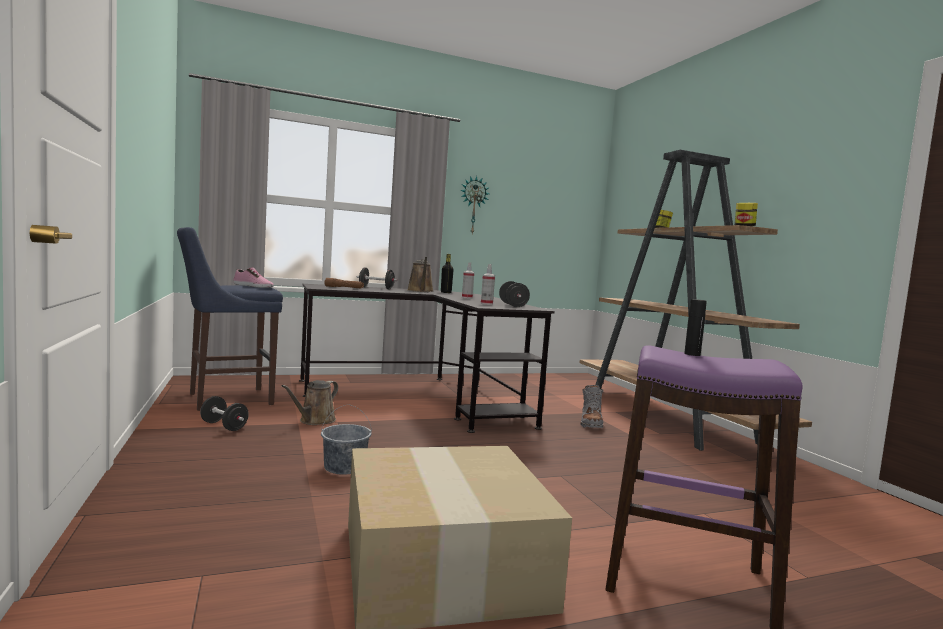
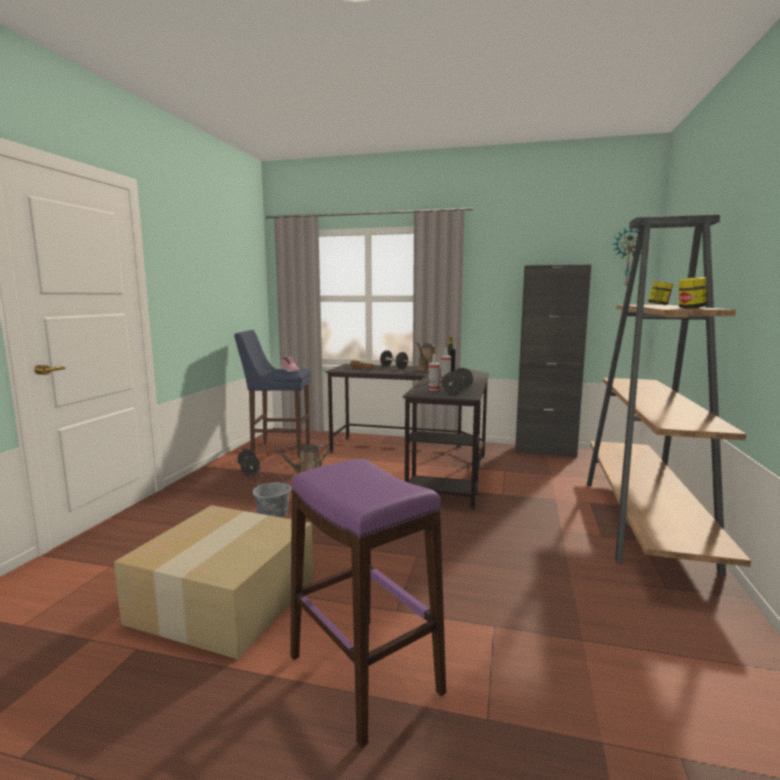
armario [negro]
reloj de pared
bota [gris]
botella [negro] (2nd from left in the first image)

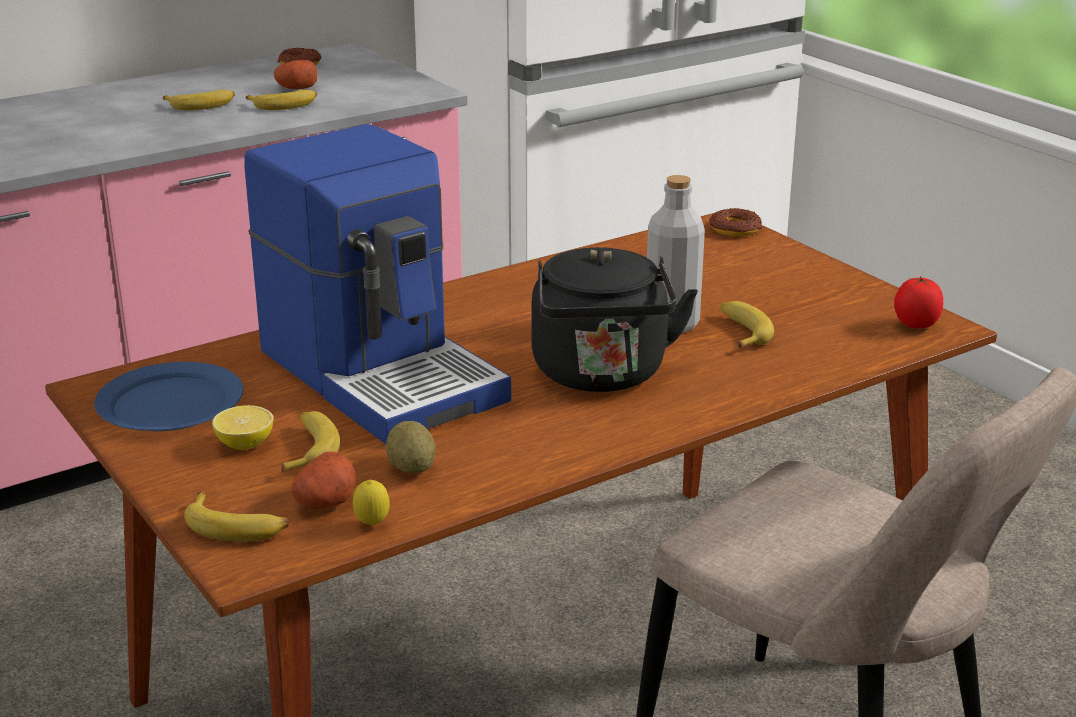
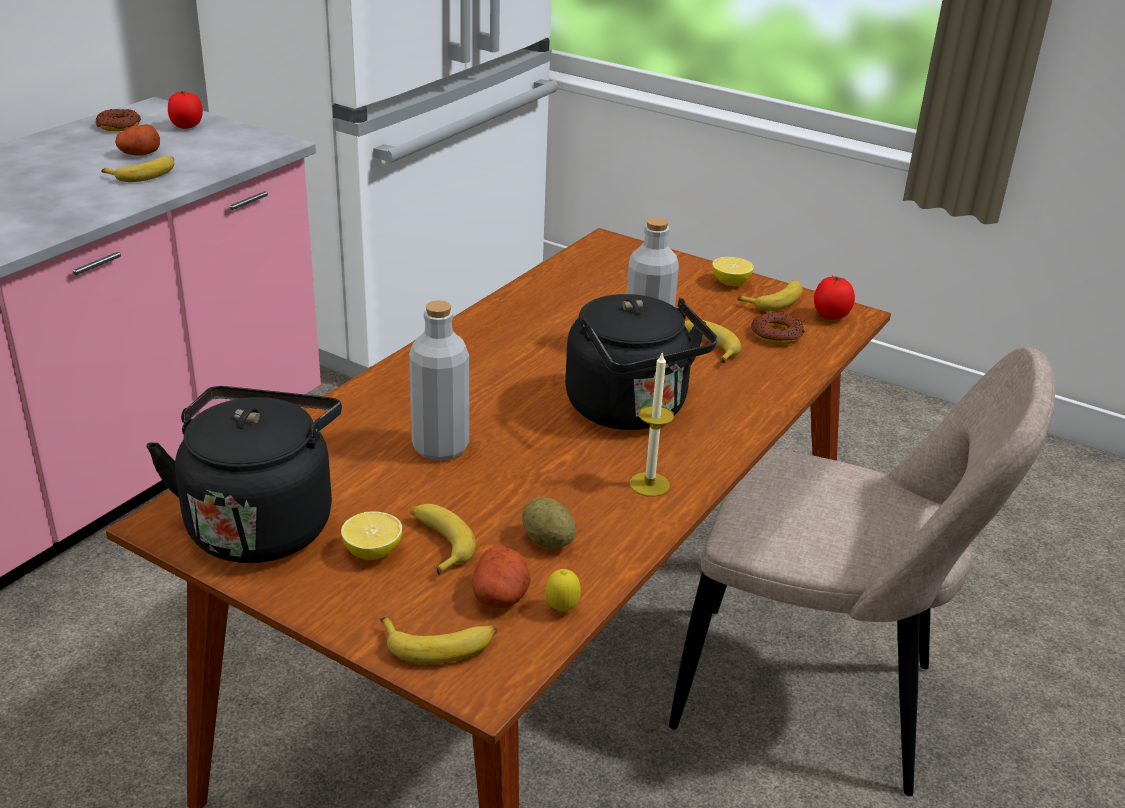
hervidor [negro] (1st from left)
tomate (1st from left)
botella [gris] (1st from left)
vela
limón (3rd from left)
plátano (5th from left)
rosquilla (2nd from left)

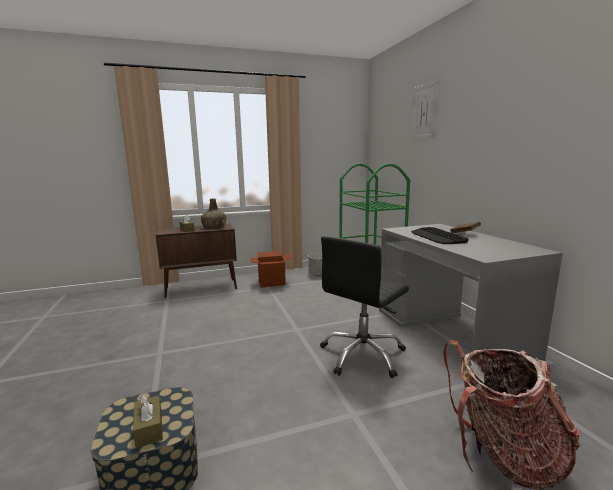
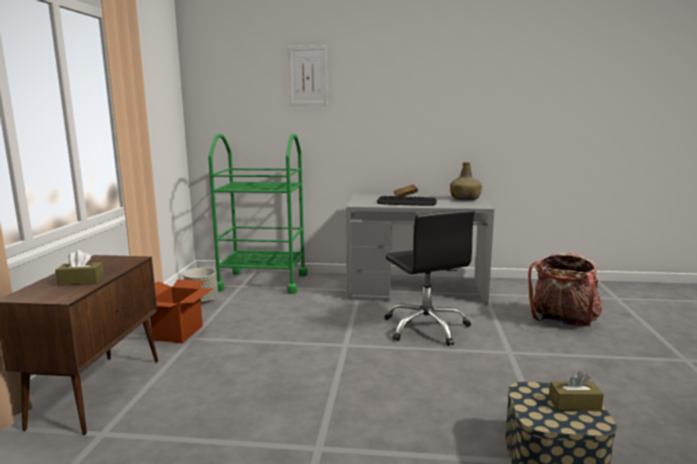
botella [verde]

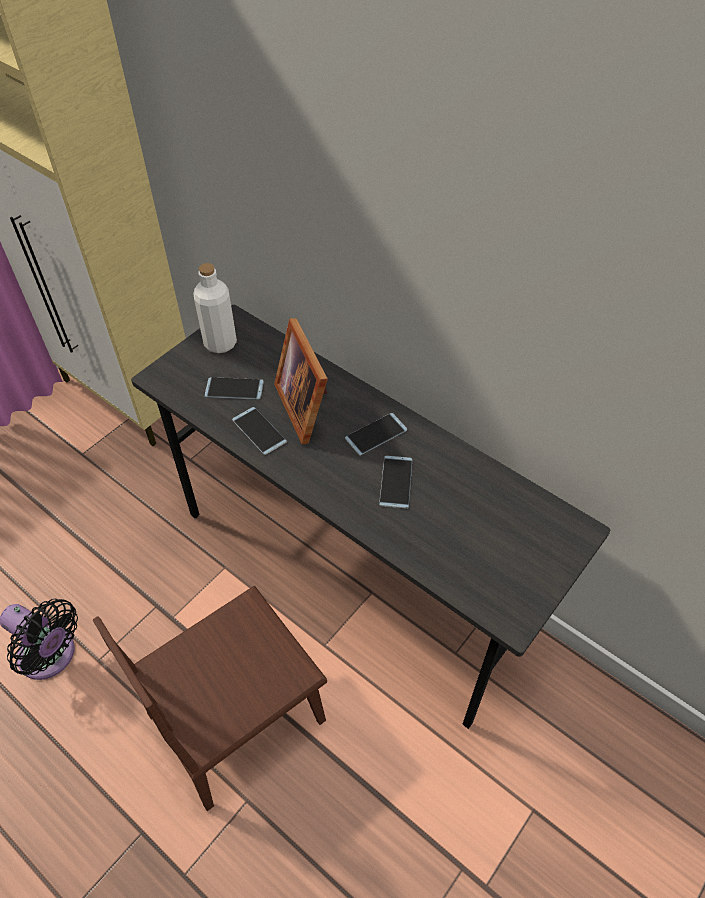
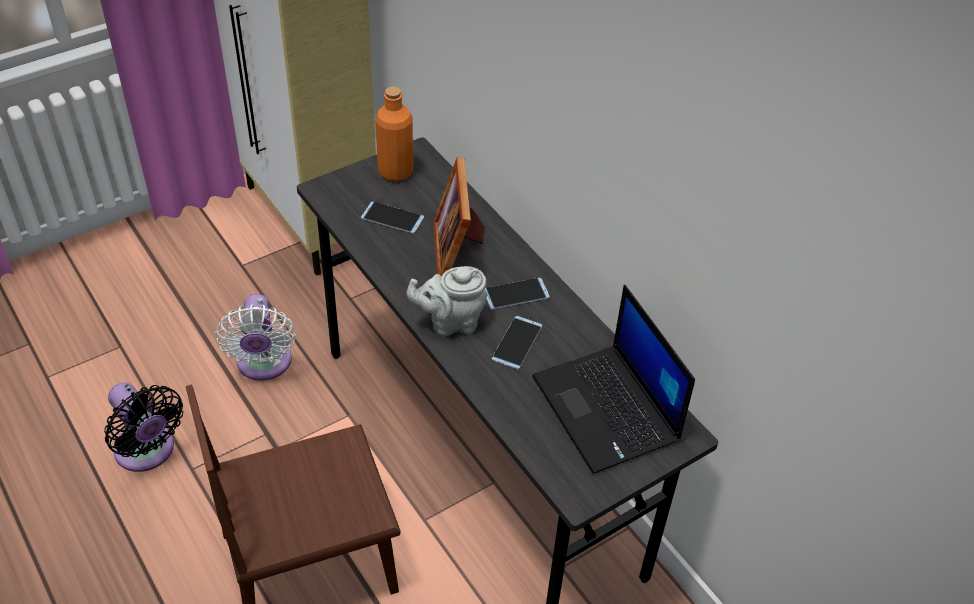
ventilador [blanco]
botella [naranja]
tetera [gris]
portátil
móvil (2nd from left in the first image)

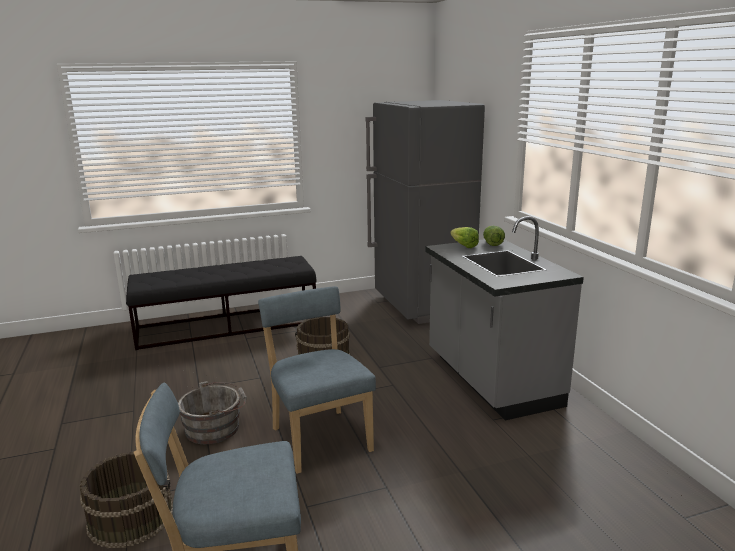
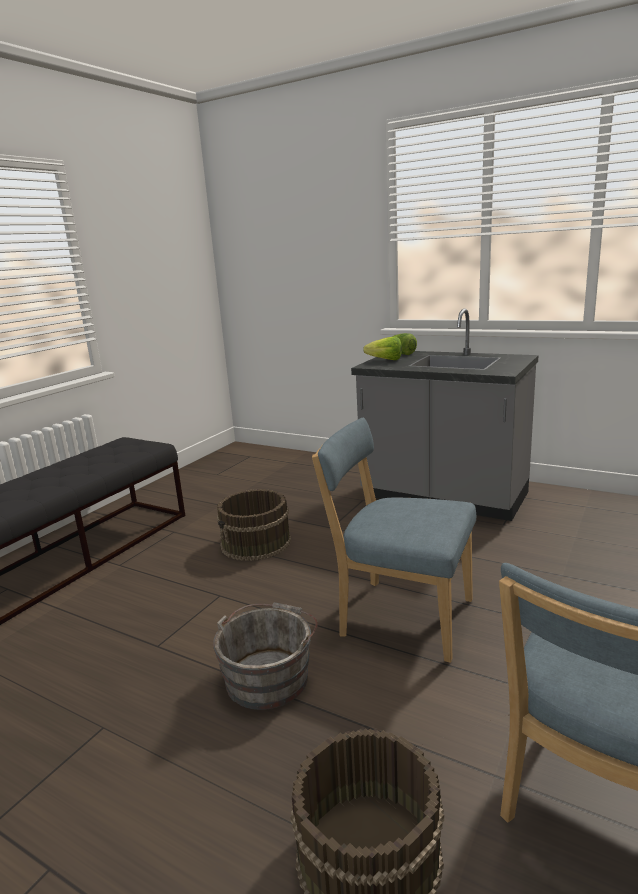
nevera [gris]

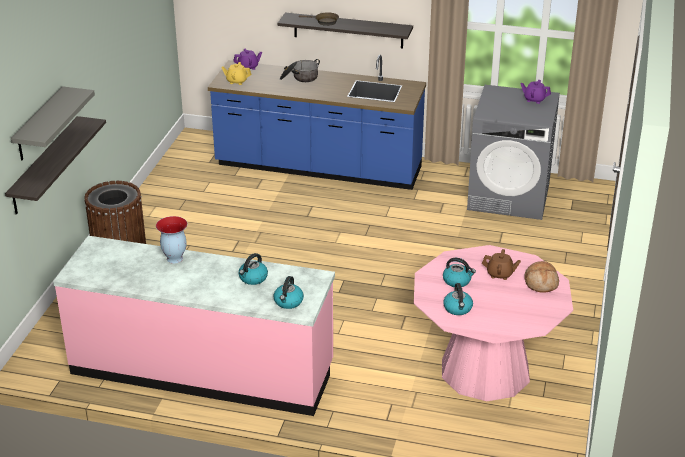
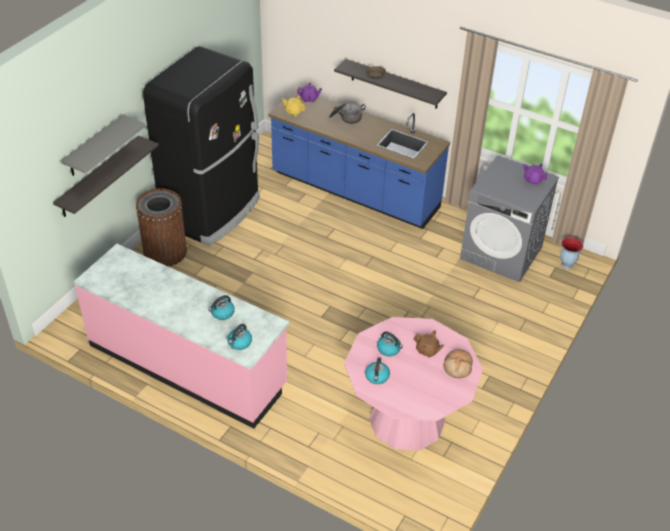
nevera [negro]
florero

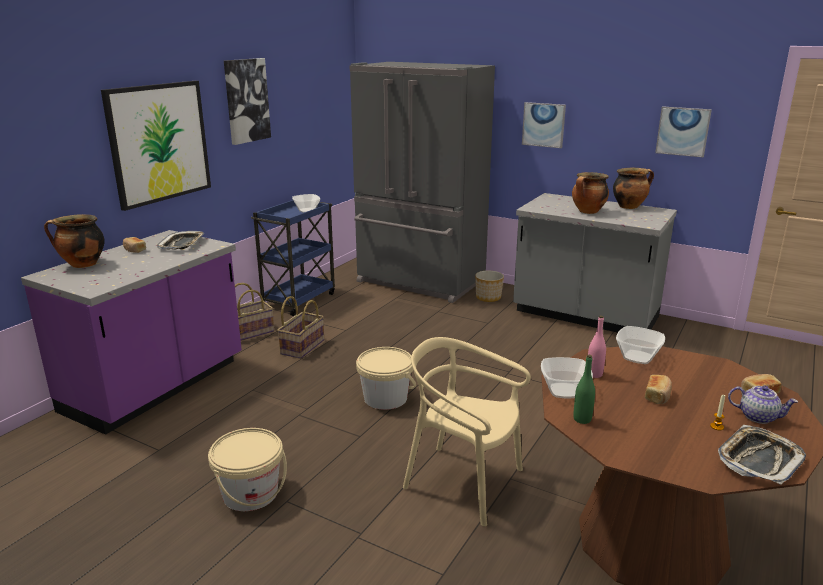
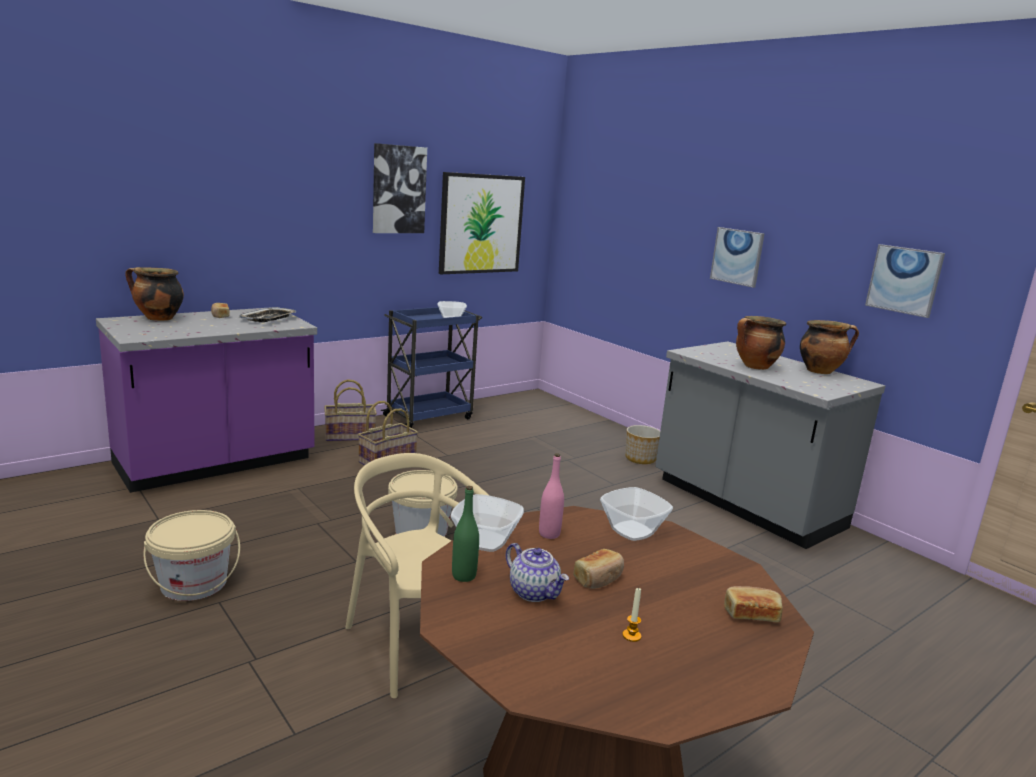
cuadro (2nd from left)
tetera
nevera [gris]
bandeja (2nd from left in the first image)

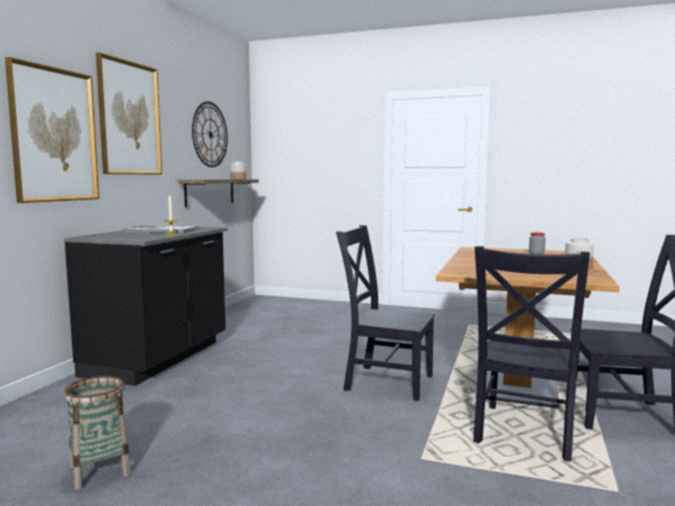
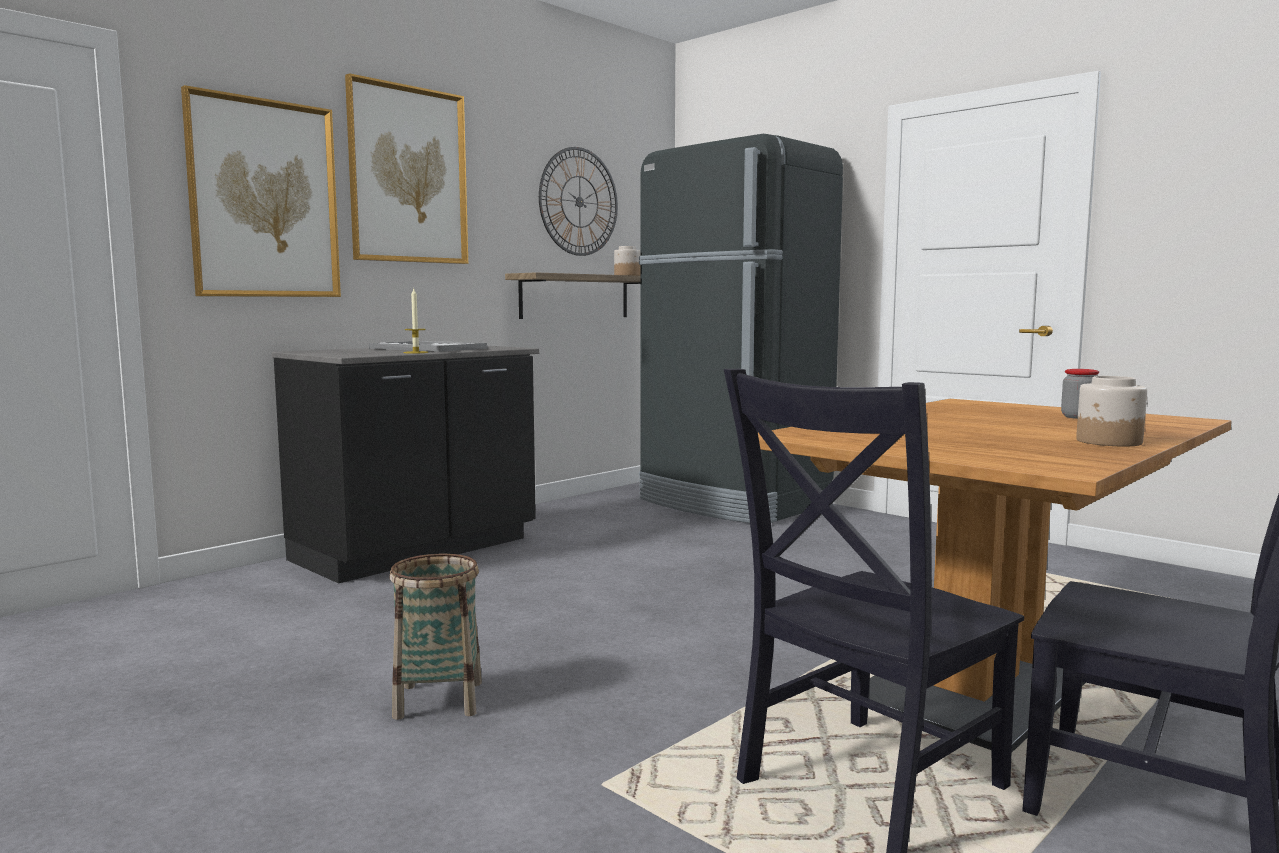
cesta
nevera [negro]
silla [negro] (1st from left in the first image)

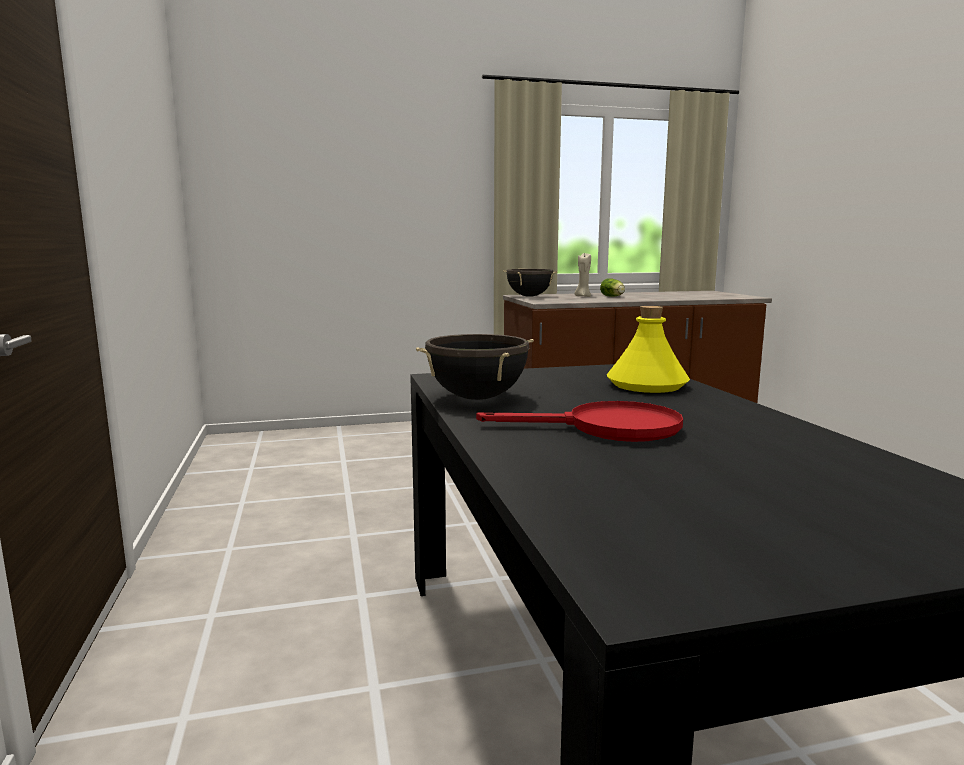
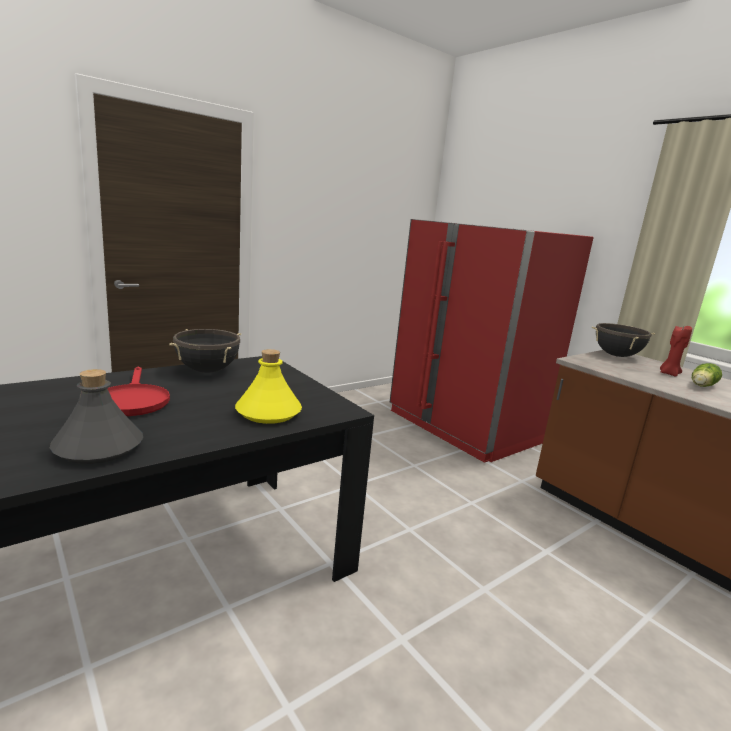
botella [gris]
nevera [rojo]
vela [rojo]

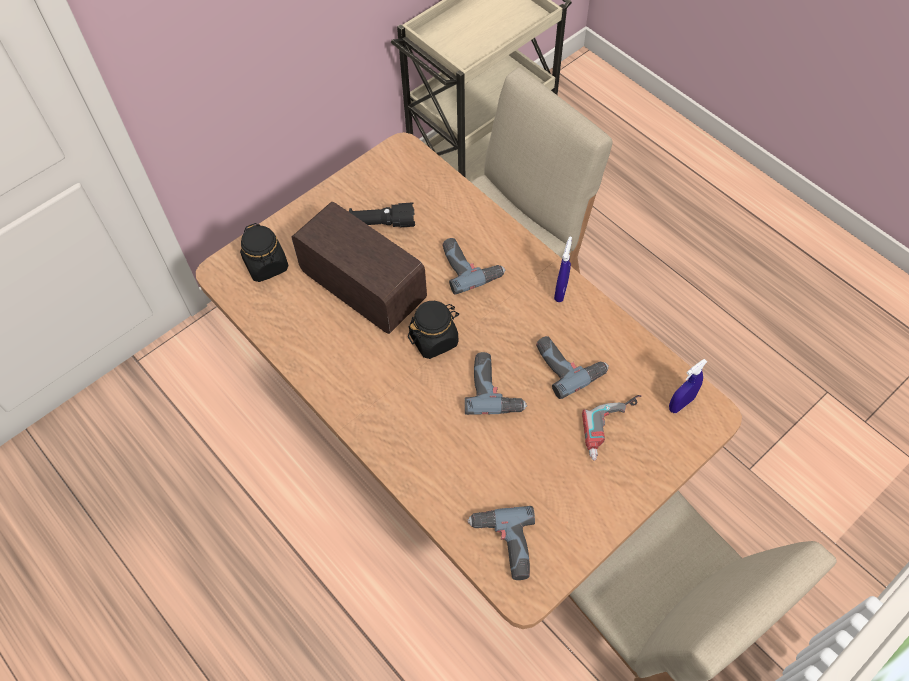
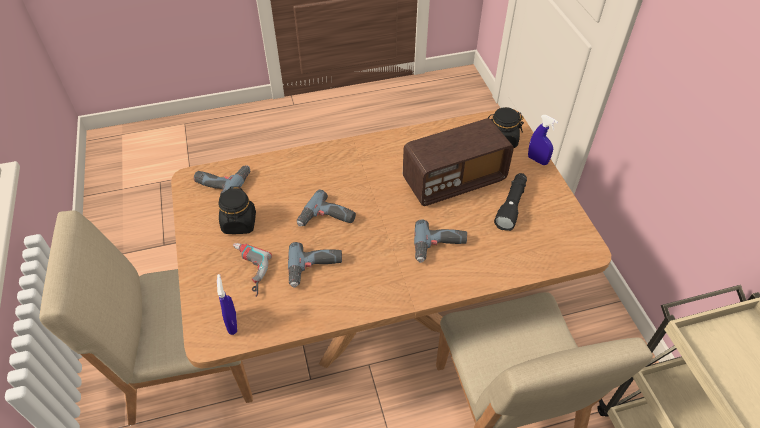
tarro [negro] (1st from left)
pulverizador [azul] (2nd from left)

